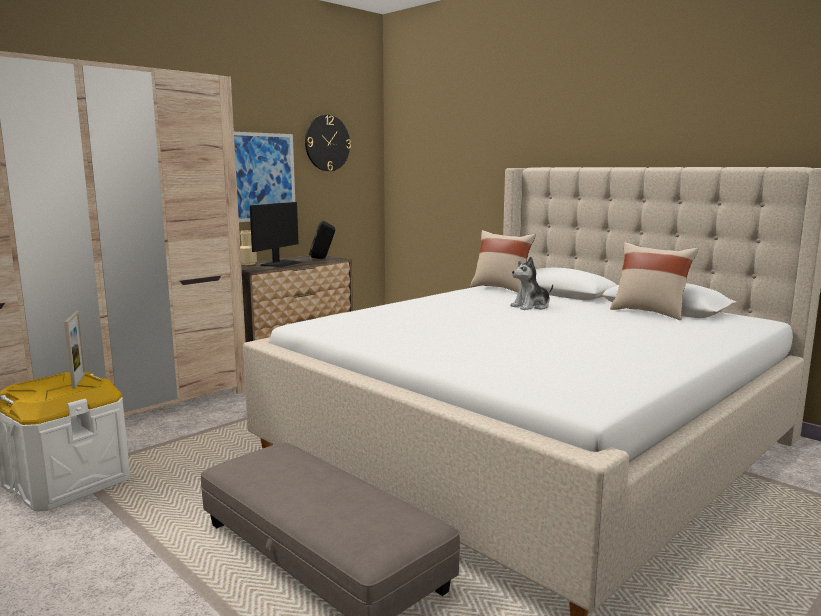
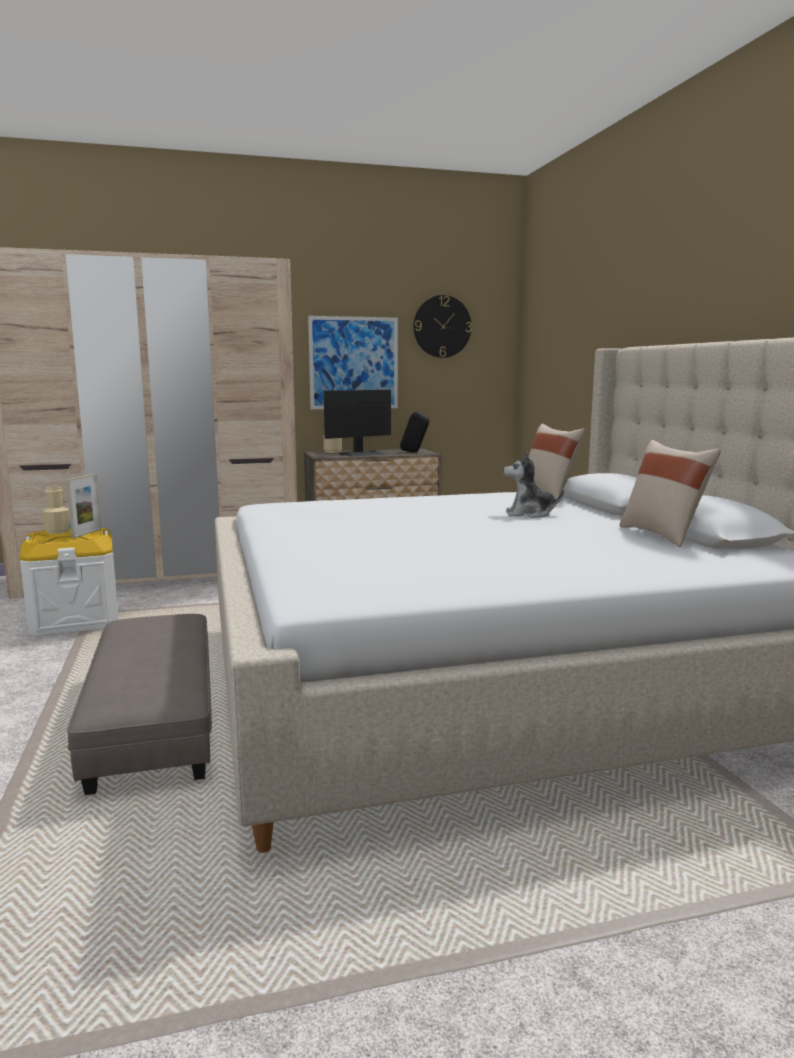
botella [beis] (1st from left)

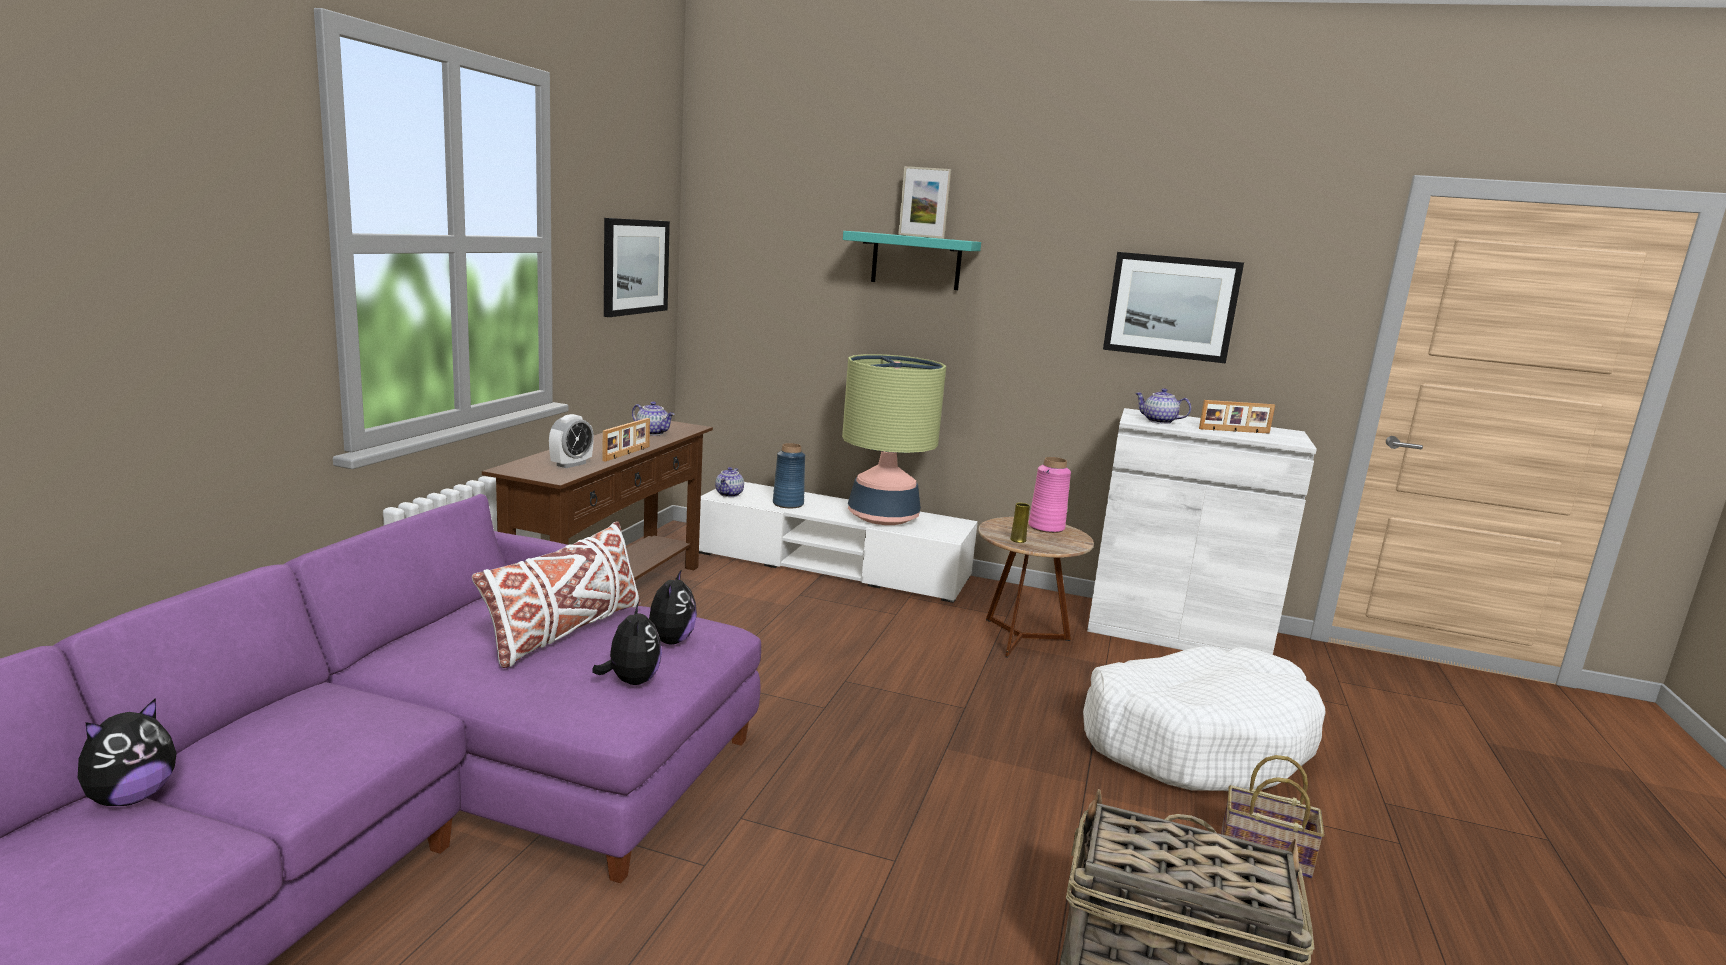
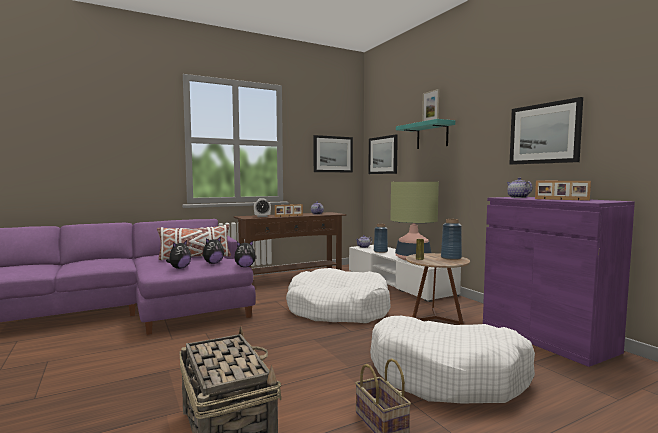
peluche (3rd from left)
cama para perro [blanco] (1st from left)
cuadro (2nd from left)
florero [azul] (2nd from left)
armario [morado]

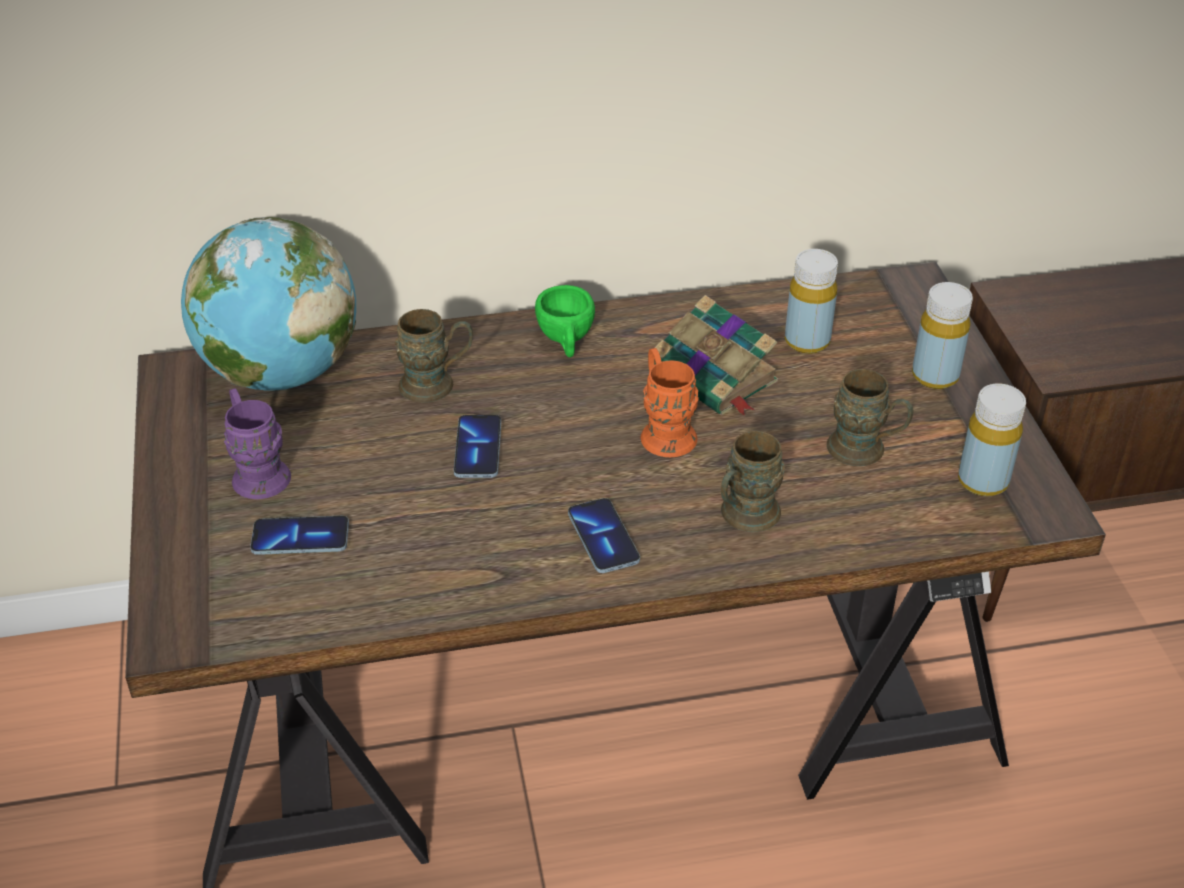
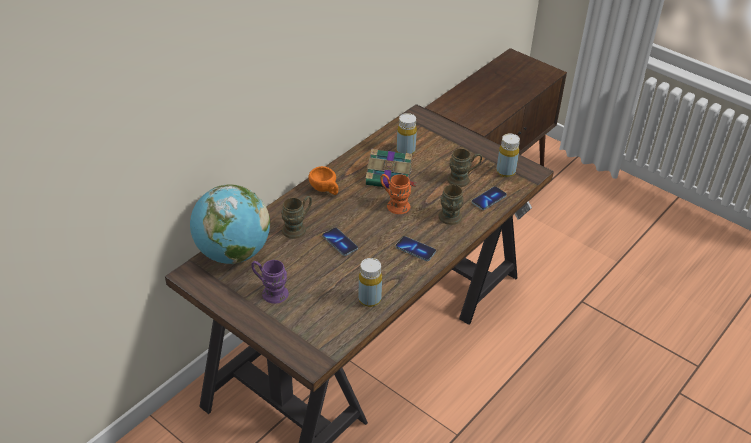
taza [naranja]
botella [amarillo] (1st from left)
móvil (3rd from left)

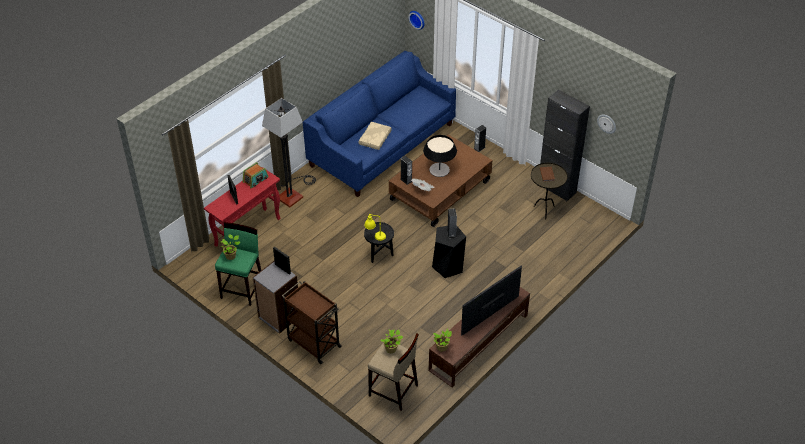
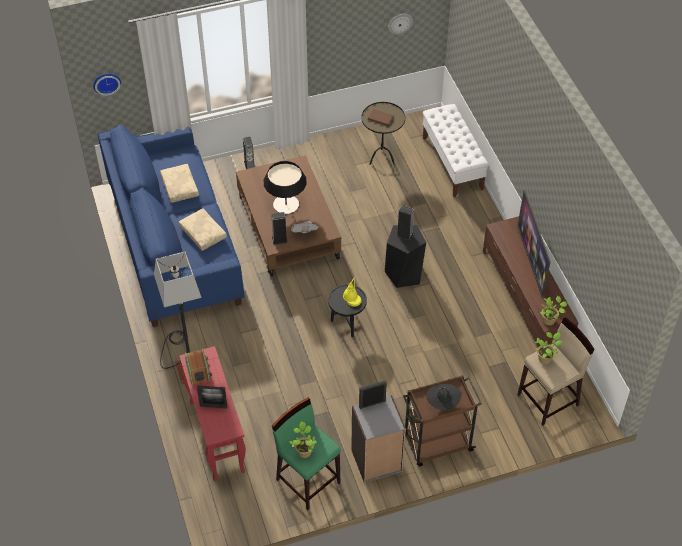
cojín [beis] (1st from left)
banco [blanco]
sombrero [negro]
armario [negro]

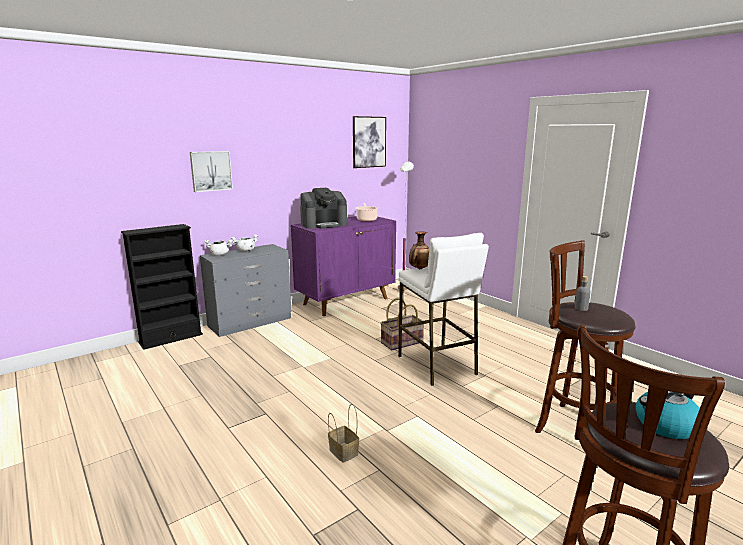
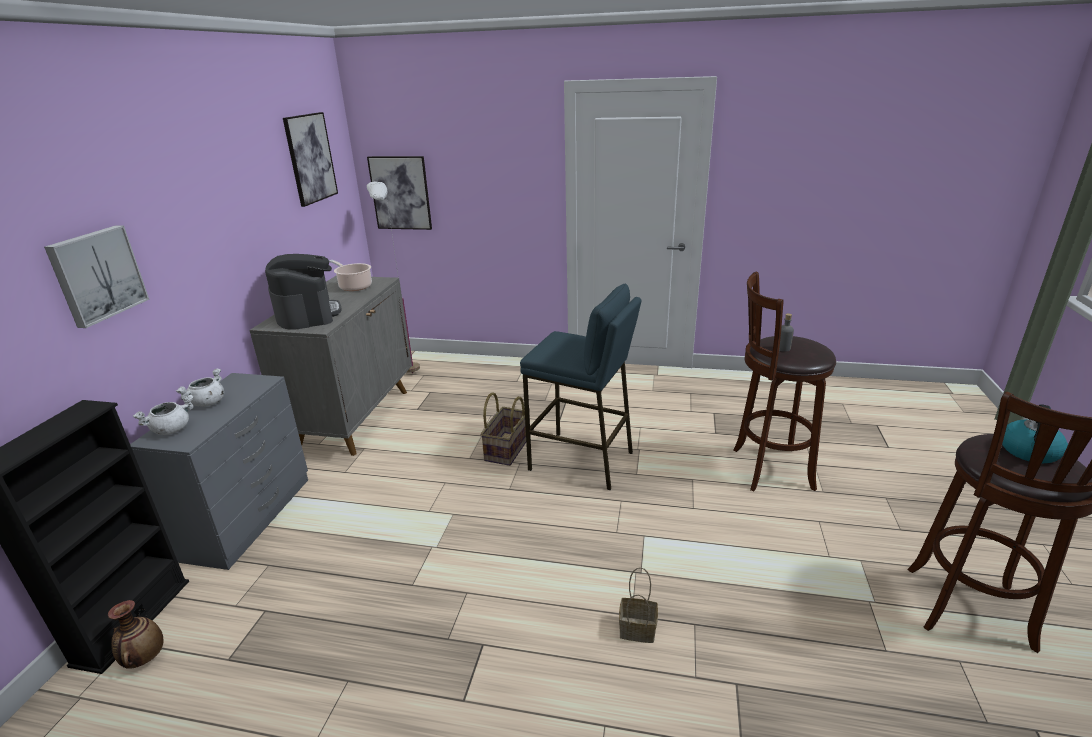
florero
armario [gris]
cafetera
cuadro (3rd from left)
taburete [azul]

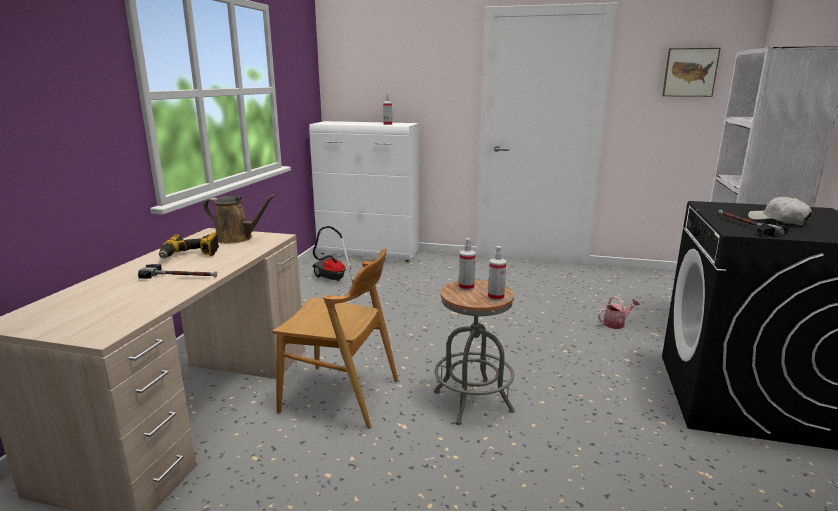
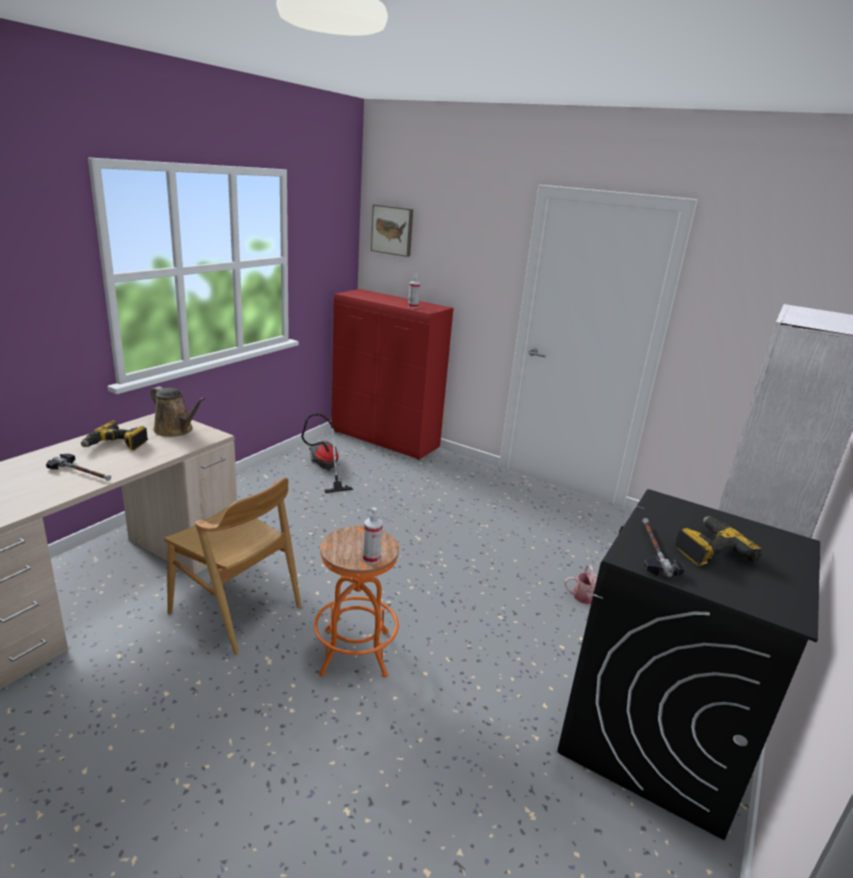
taburete [naranja]
armario [rojo]
cuadro
taladro (2nd from left)
pulverizador (2nd from left in the first image)

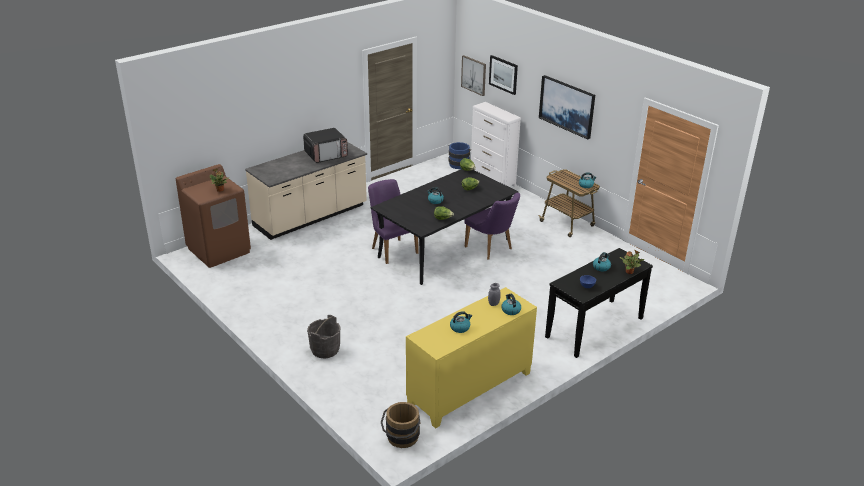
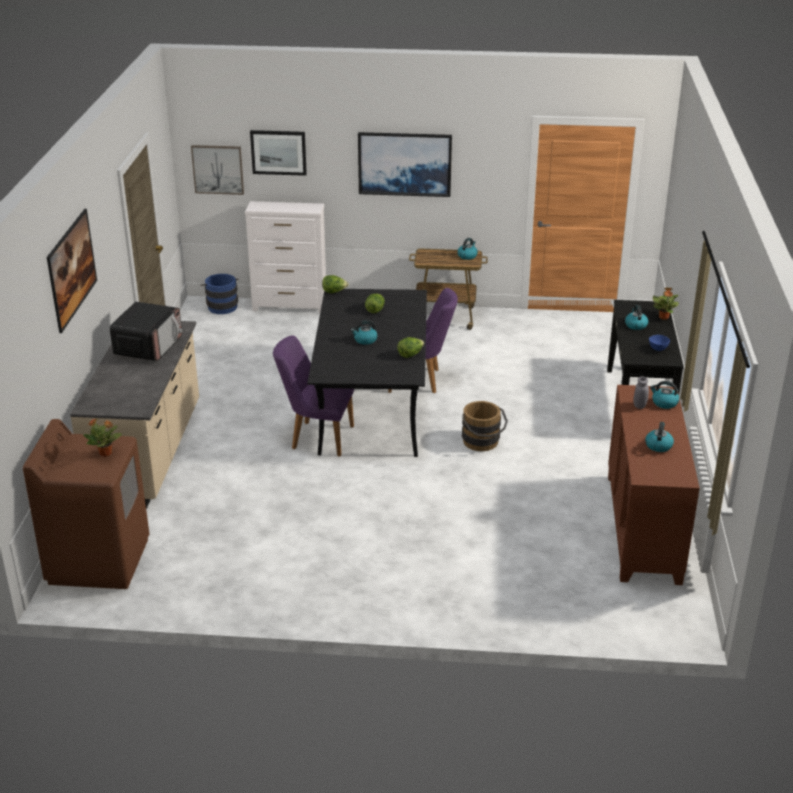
cuadro (1st from left)
cubo [marrón]
armario [marrón]
cubo [gris]

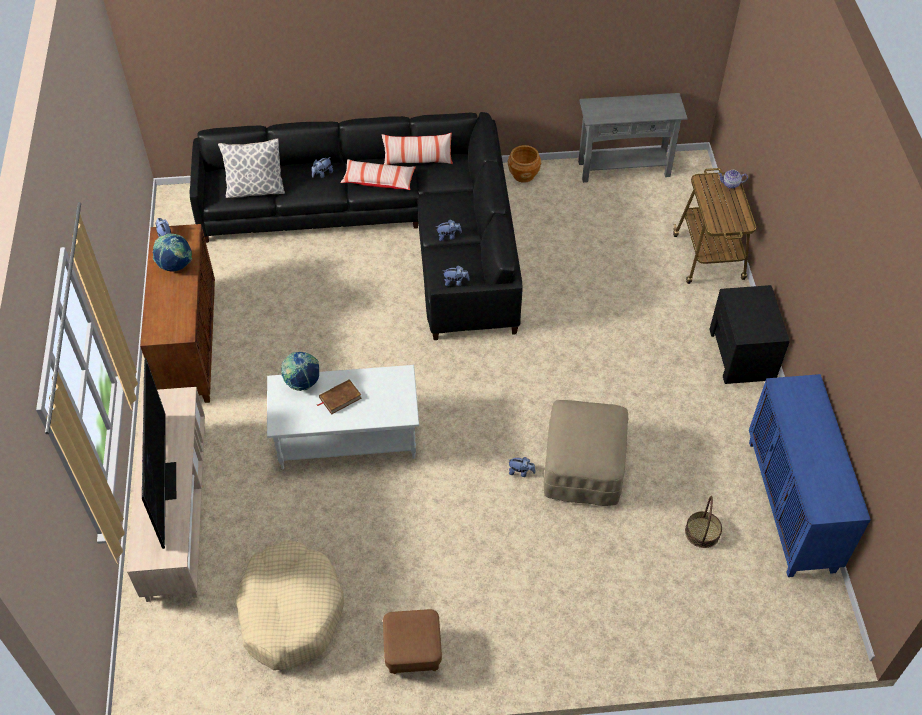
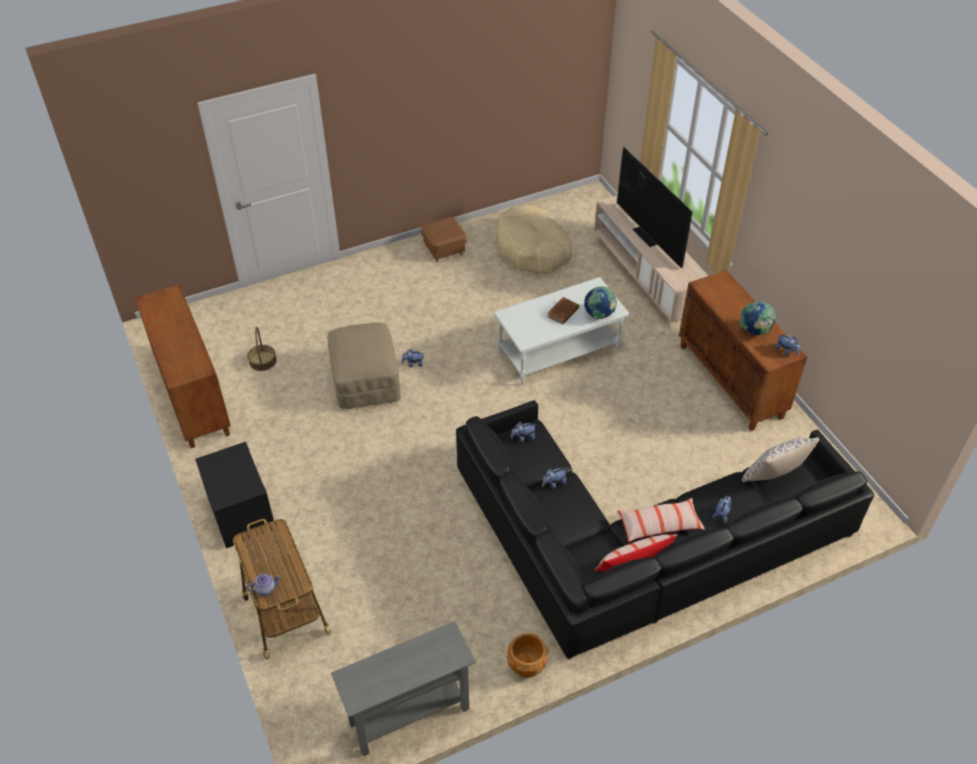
armario [marrón] (1st from left)

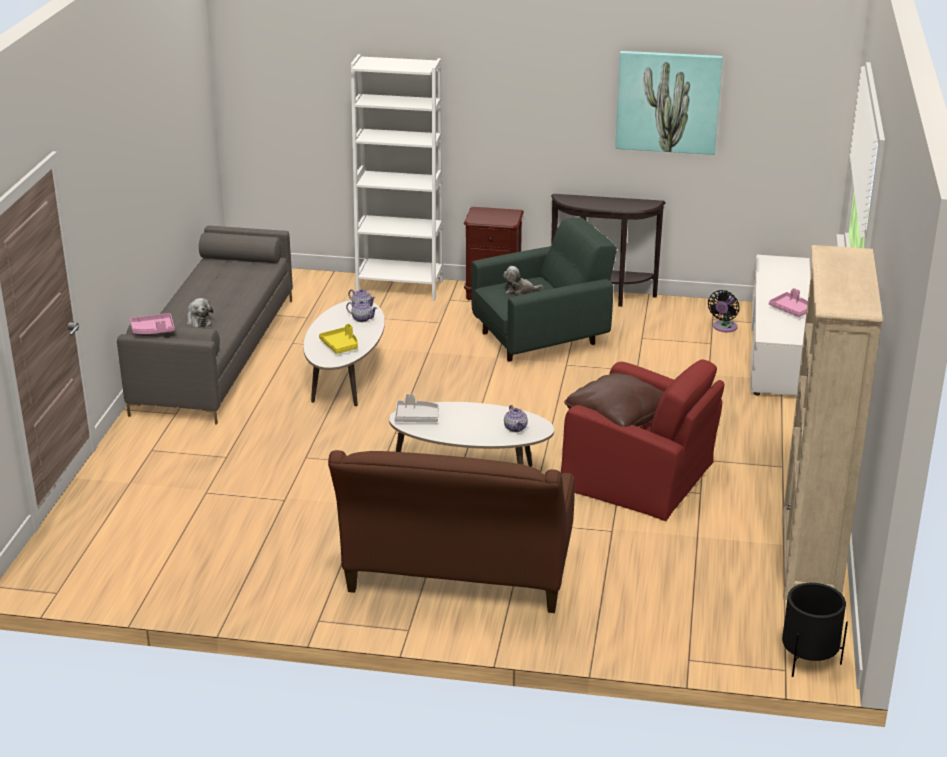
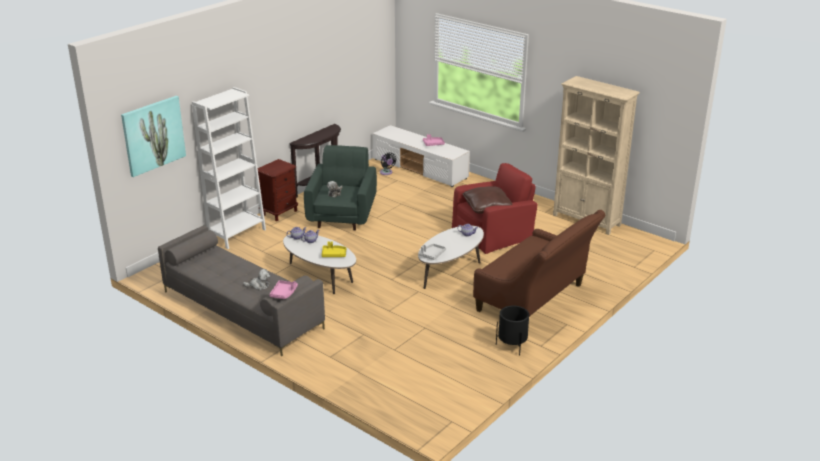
cuadro
maceta [negro]

